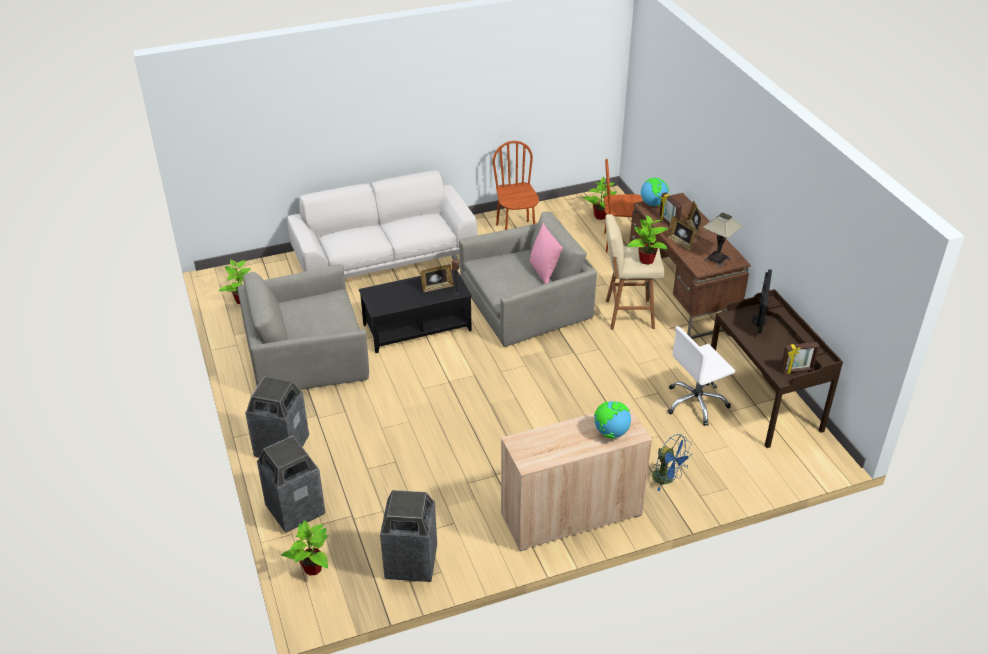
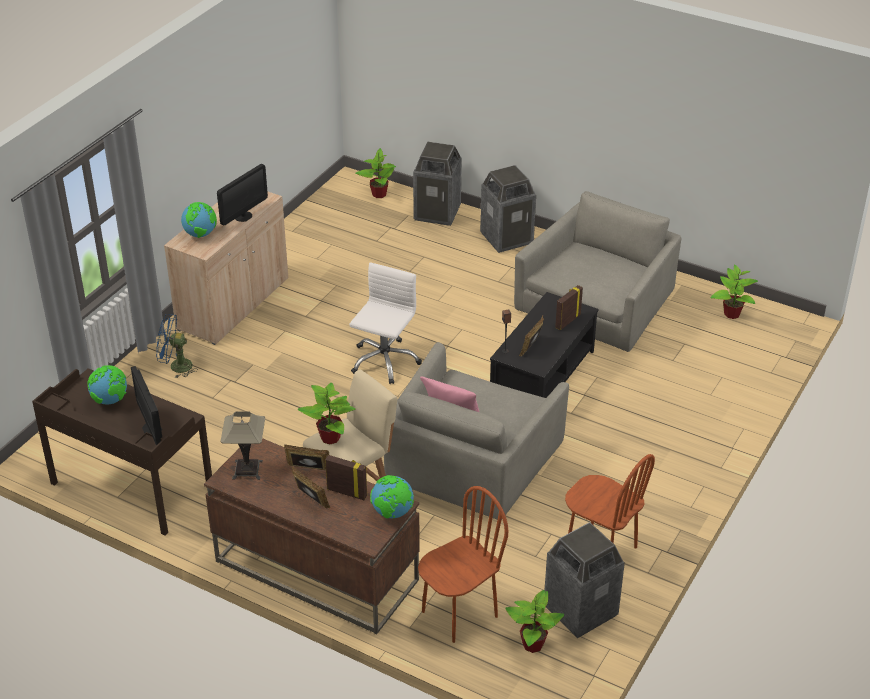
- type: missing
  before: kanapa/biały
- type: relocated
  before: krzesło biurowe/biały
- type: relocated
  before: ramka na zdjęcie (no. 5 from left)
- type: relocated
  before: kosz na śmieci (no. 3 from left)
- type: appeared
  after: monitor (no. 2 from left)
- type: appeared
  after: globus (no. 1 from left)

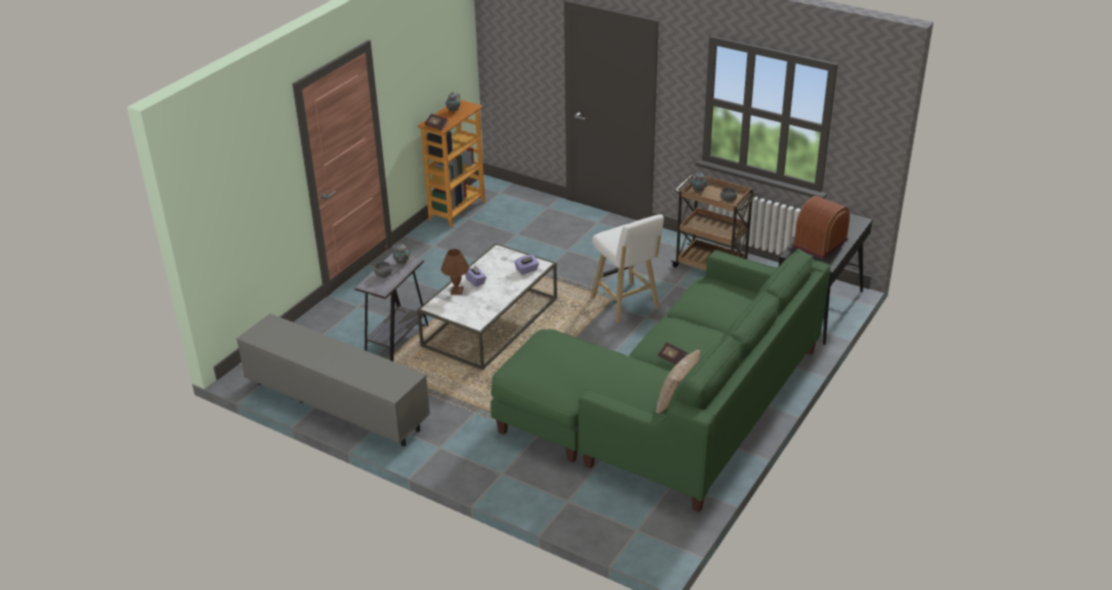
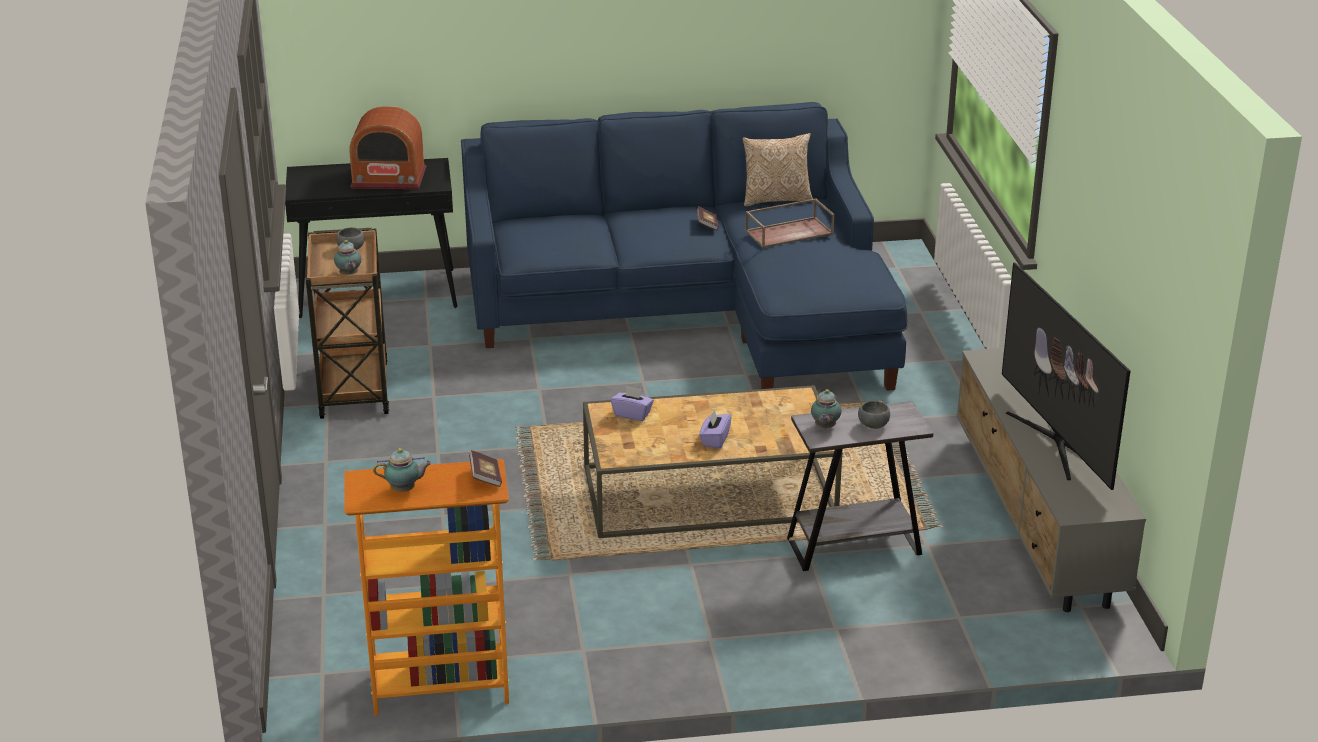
- type: missing
  before: stołek/biały
- type: colour
  before: ława/biały
  after: ława/brązowy
- type: missing
  before: lampa stołowa/brązowy
- type: colour
  before: kanapa/zielony
  after: kanapa/niebieski
- type: appeared
  after: taca/brązowy
- type: appeared
  after: telewizor

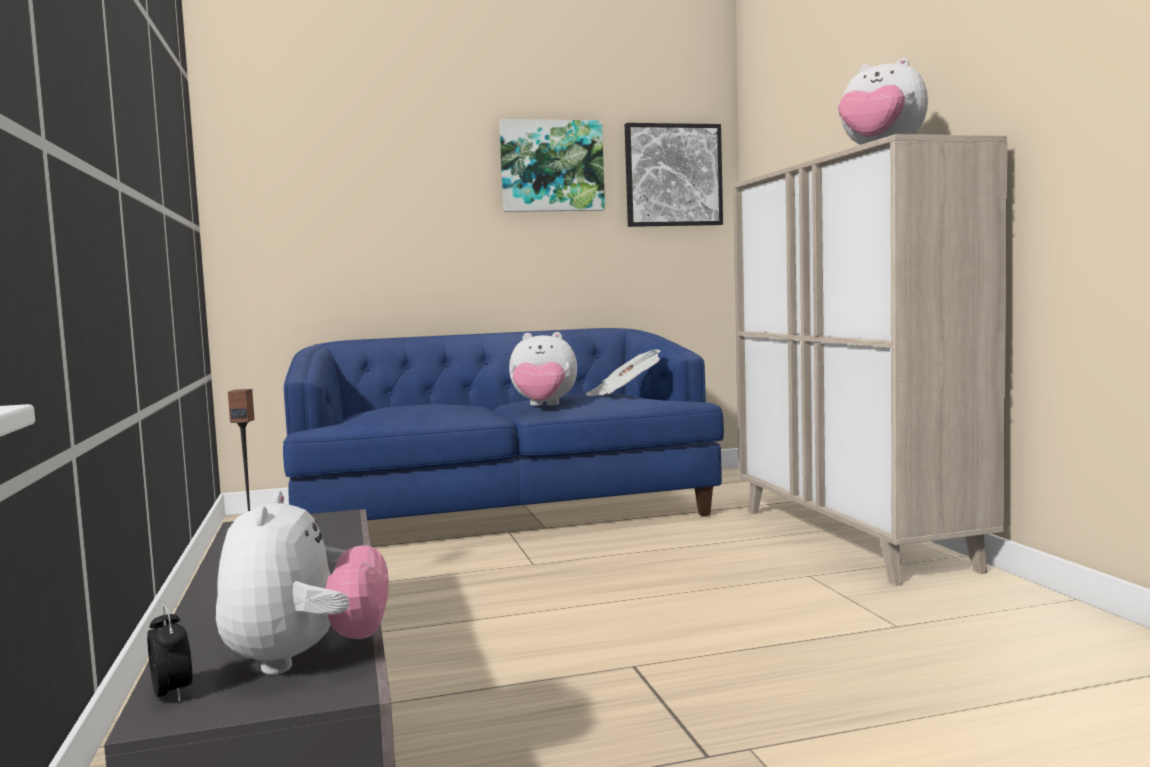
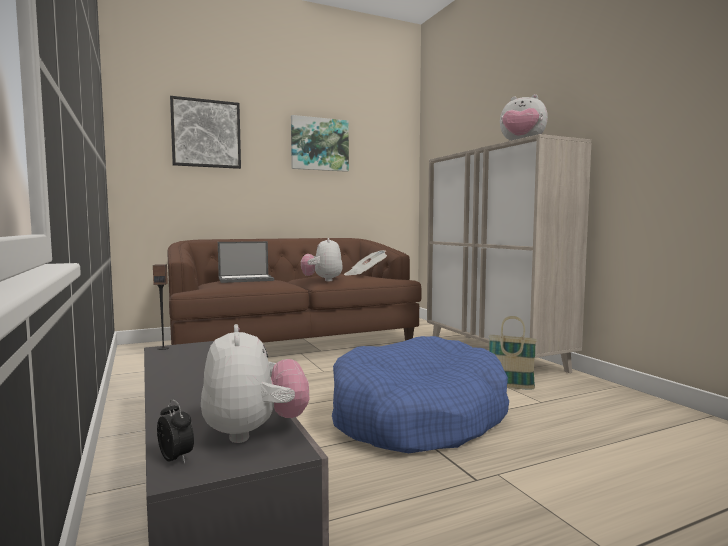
- type: relocated
  before: obraz (no. 2 from left in the first image)
  after: obraz (no. 1 from left)
- type: colour
  before: kanapa/niebieski
  after: kanapa/brązowy
- type: spun
  before: pluszak (no. 2 from left)
  turn: 90
- type: appeared
  after: laptop
- type: appeared
  after: koszyk
- type: appeared
  after: legowisko/niebieski

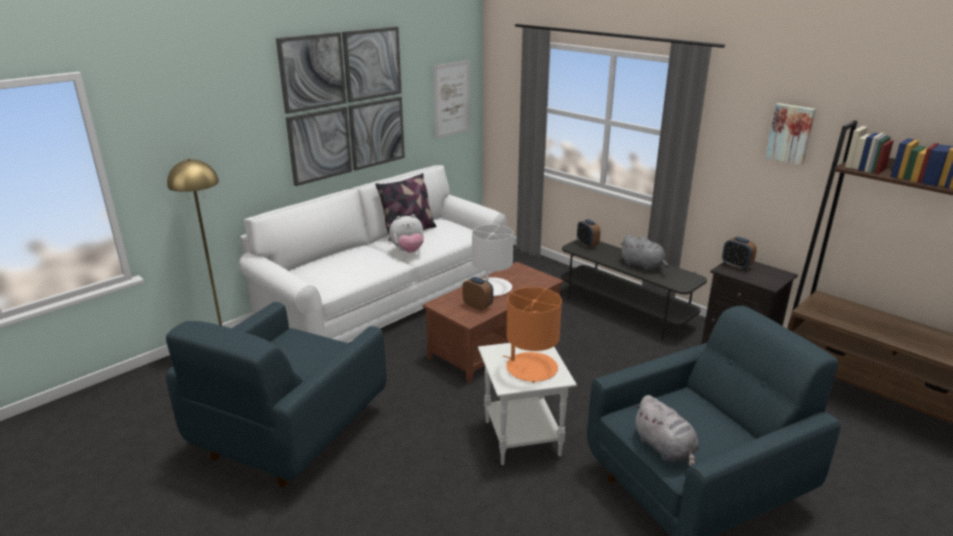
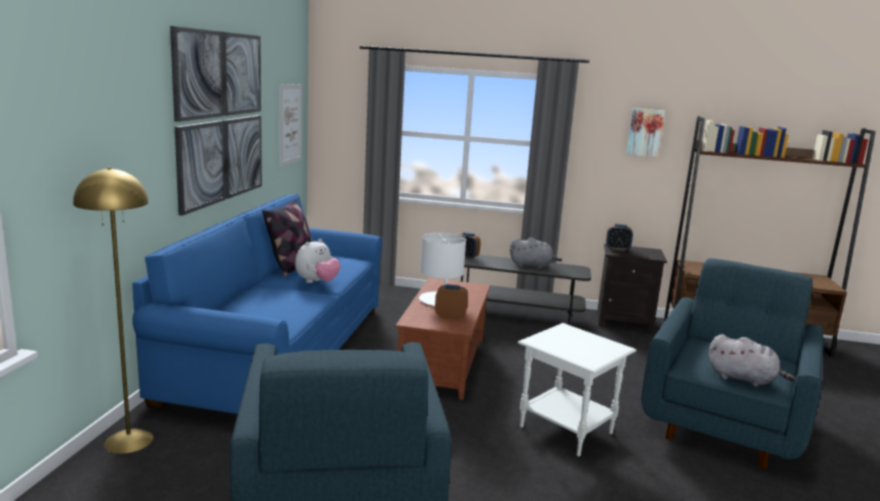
- type: colour
  before: kanapa/biały
  after: kanapa/niebieski
- type: missing
  before: lampa stołowa/pomarańczowy

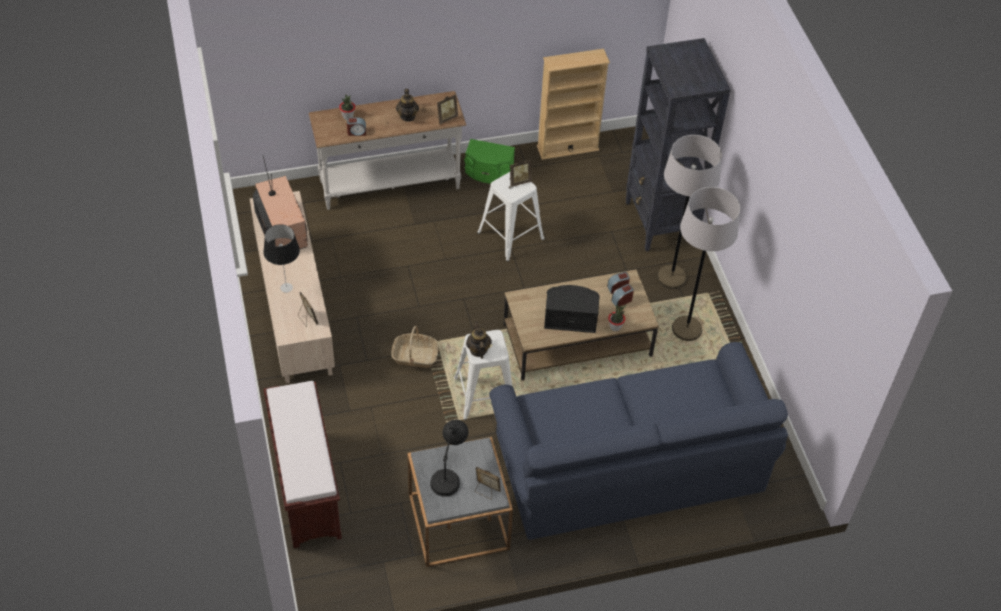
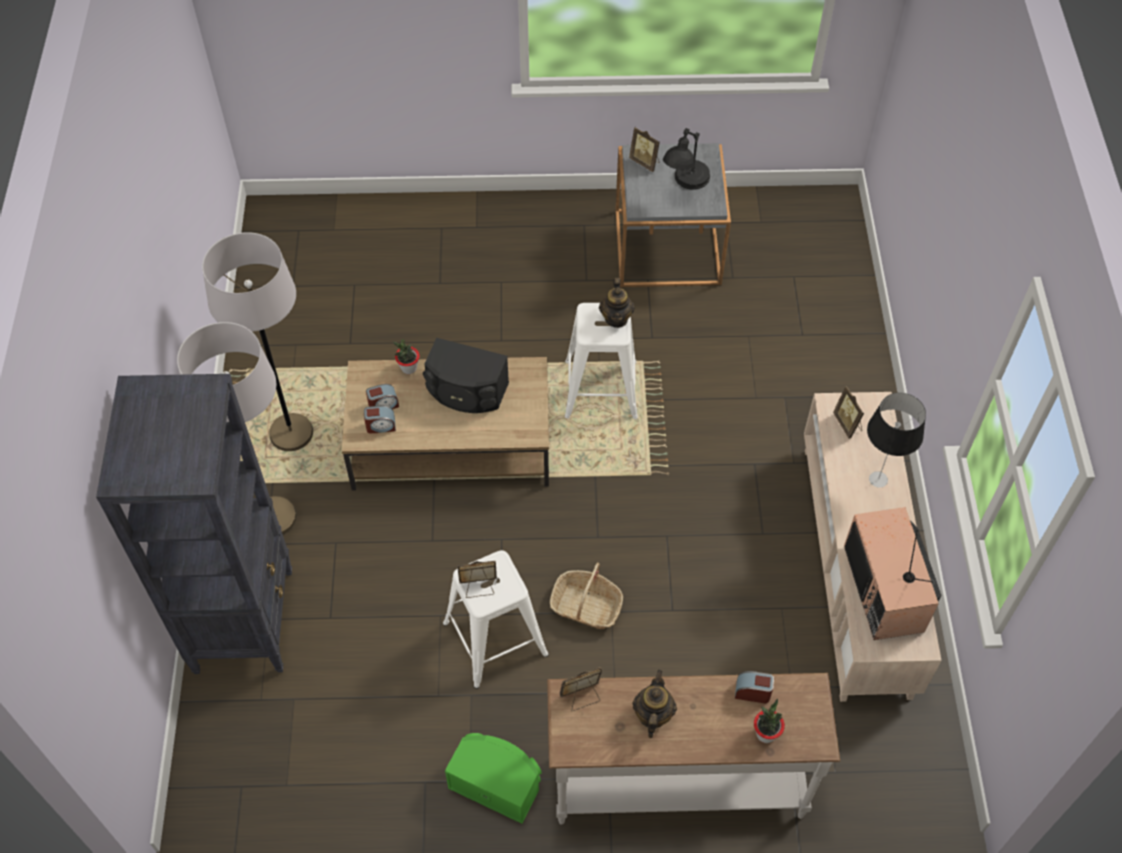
- type: missing
  before: regał/beżowy
- type: relocated
  before: koszyk
- type: missing
  before: kanapa/niebieski
- type: missing
  before: ławka/brązowy

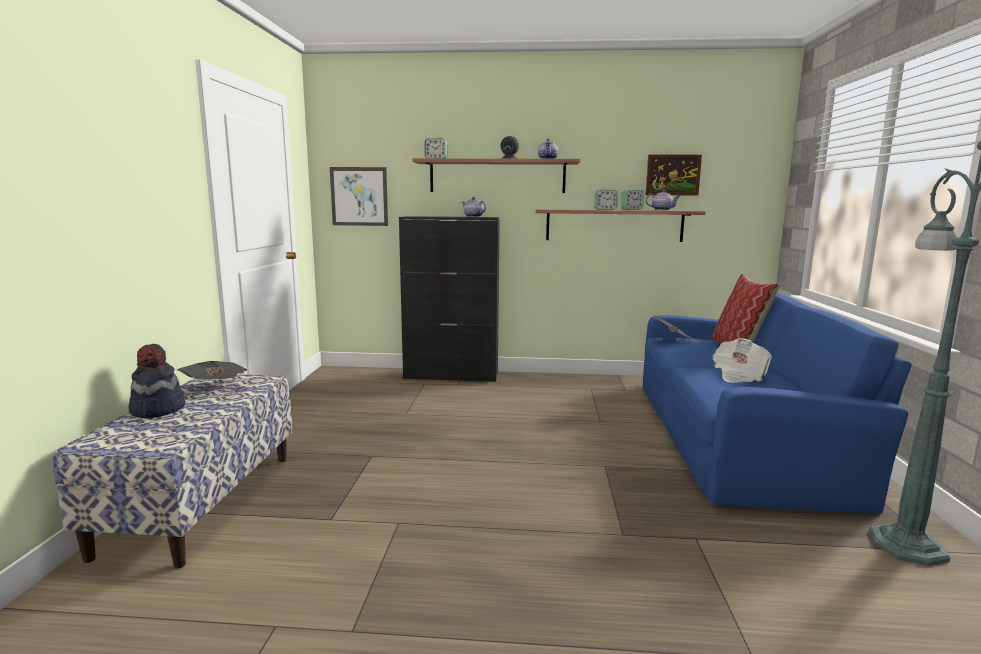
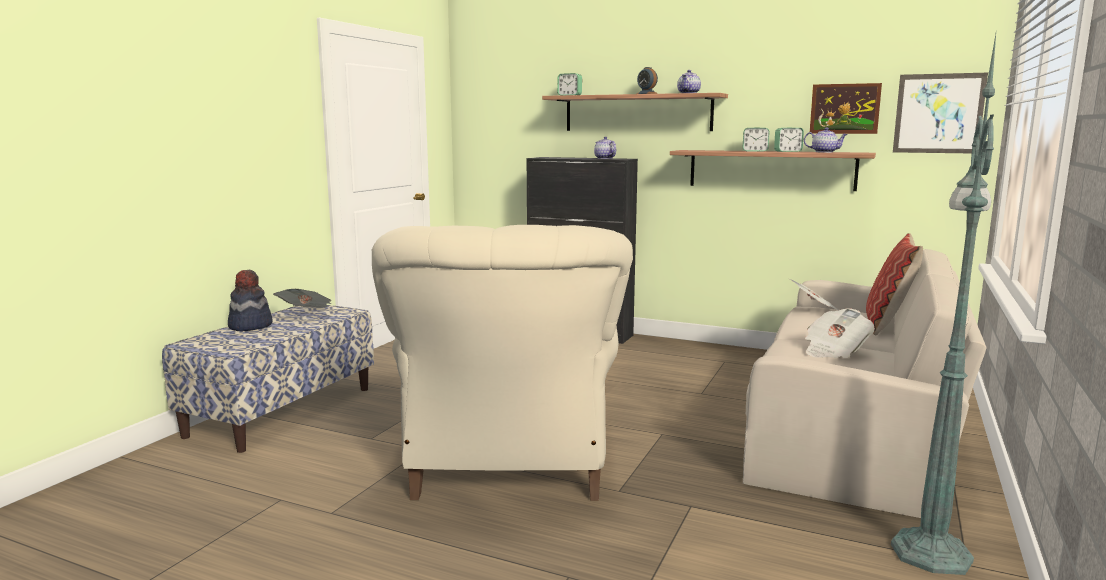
- type: relocated
  before: obraz (no. 1 from left in the first image)
  after: obraz (no. 2 from left)
- type: colour
  before: kanapa/niebieski
  after: kanapa/beżowy
- type: appeared
  after: fotel/beżowy

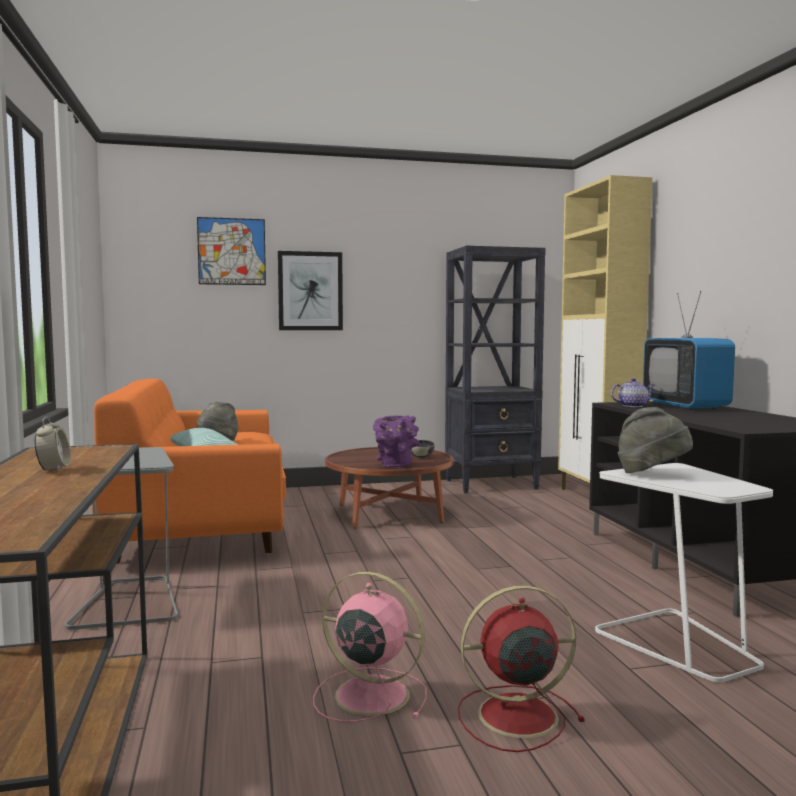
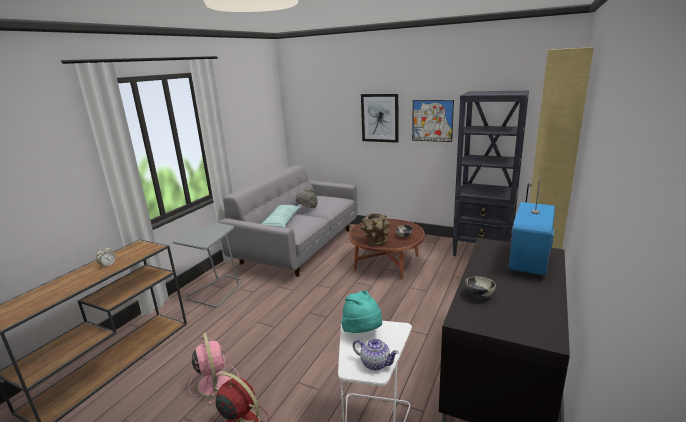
- type: relocated
  before: obraz (no. 1 from left in the first image)
  after: obraz (no. 2 from left)
- type: colour
  before: kanapa/pomarańczowy
  after: kanapa/szary
- type: relocated
  before: imbryk
- type: colour
  before: kapelusz/szary (no. 2 from left)
  after: kapelusz/turkusowy
- type: colour
  before: wazon/fioletowy
  after: wazon/brązowy
- type: appeared
  after: miska (no. 2 from left)

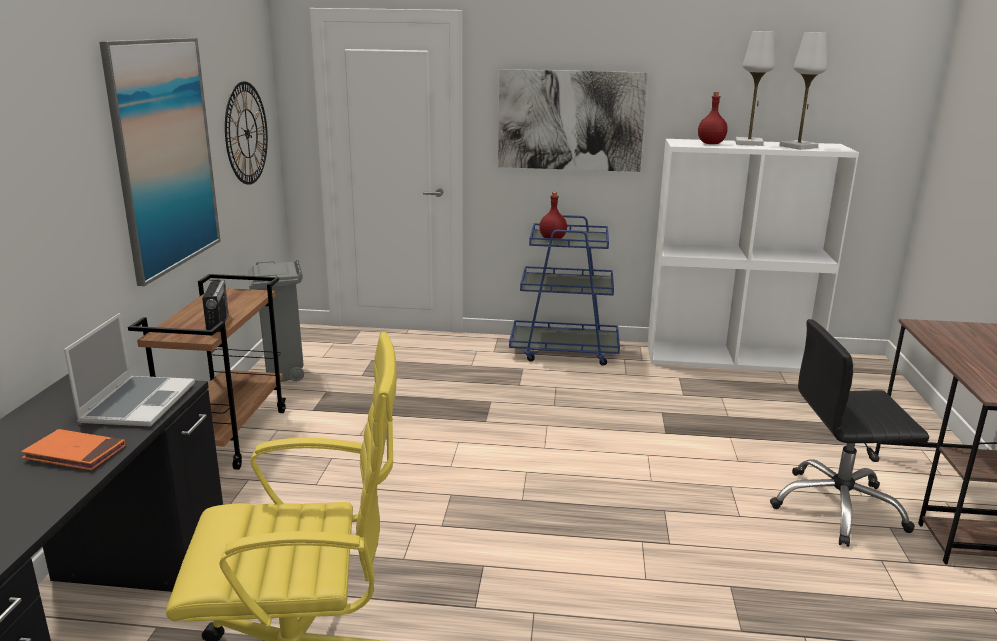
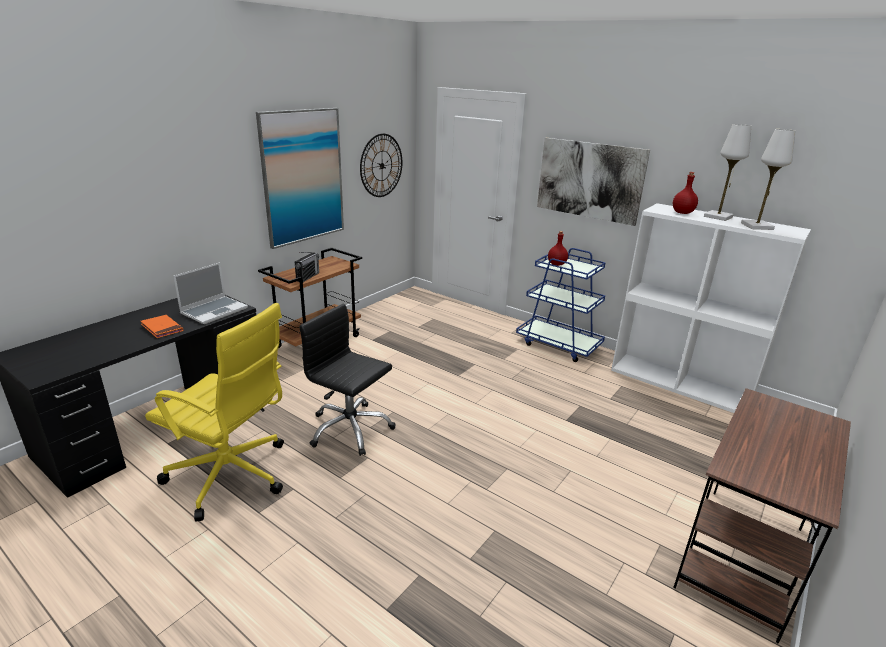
- type: missing
  before: kosz na śmieci/szary
- type: relocated
  before: krzesło biurowe/czarny

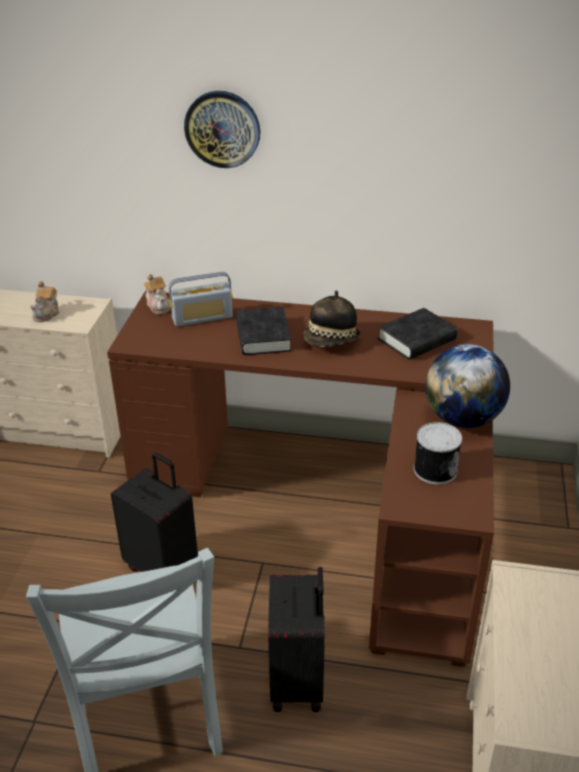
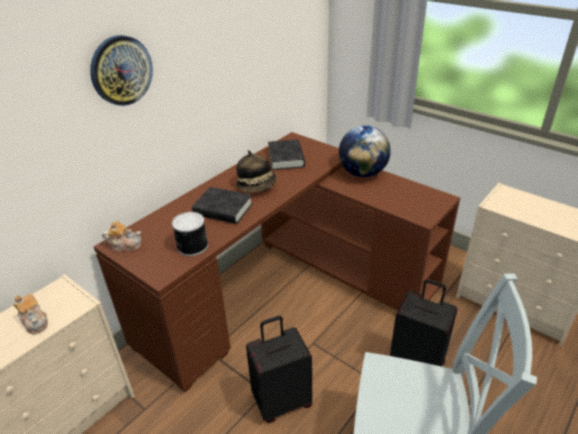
- type: missing
  before: radio
- type: relocated
  before: puszka

